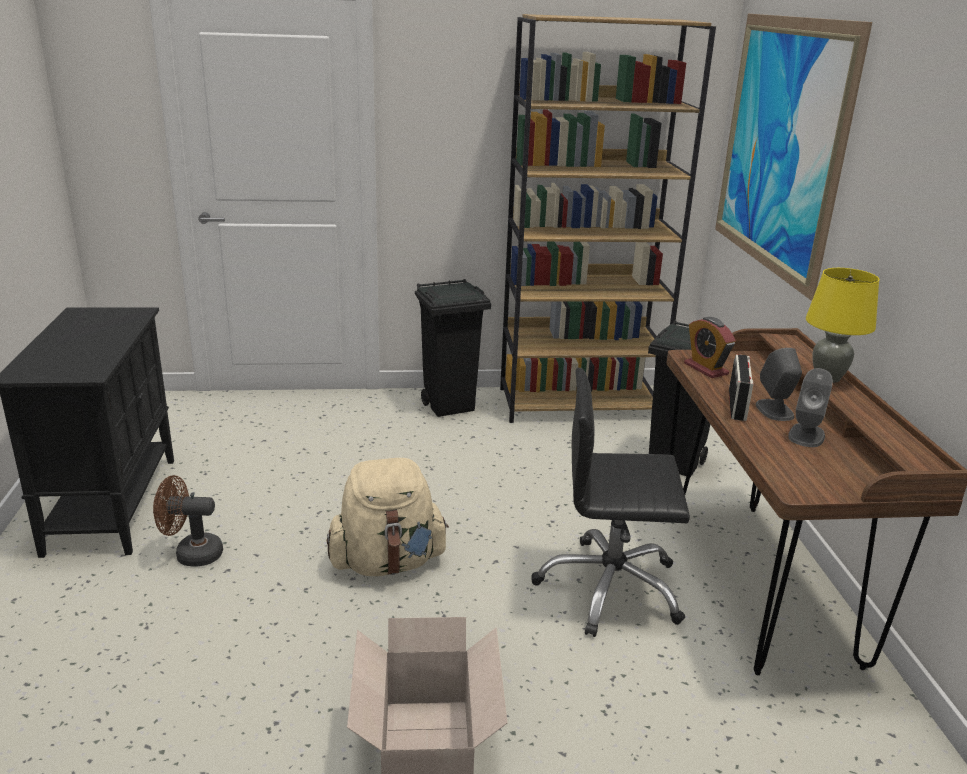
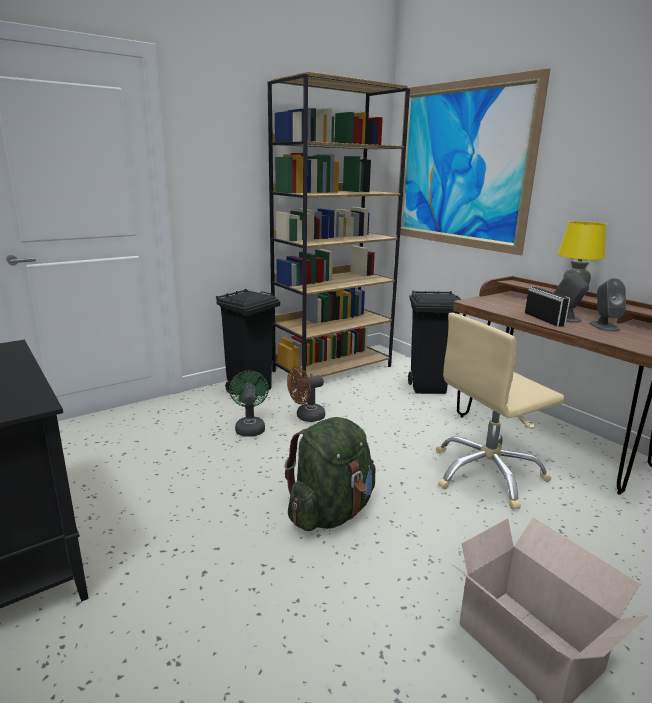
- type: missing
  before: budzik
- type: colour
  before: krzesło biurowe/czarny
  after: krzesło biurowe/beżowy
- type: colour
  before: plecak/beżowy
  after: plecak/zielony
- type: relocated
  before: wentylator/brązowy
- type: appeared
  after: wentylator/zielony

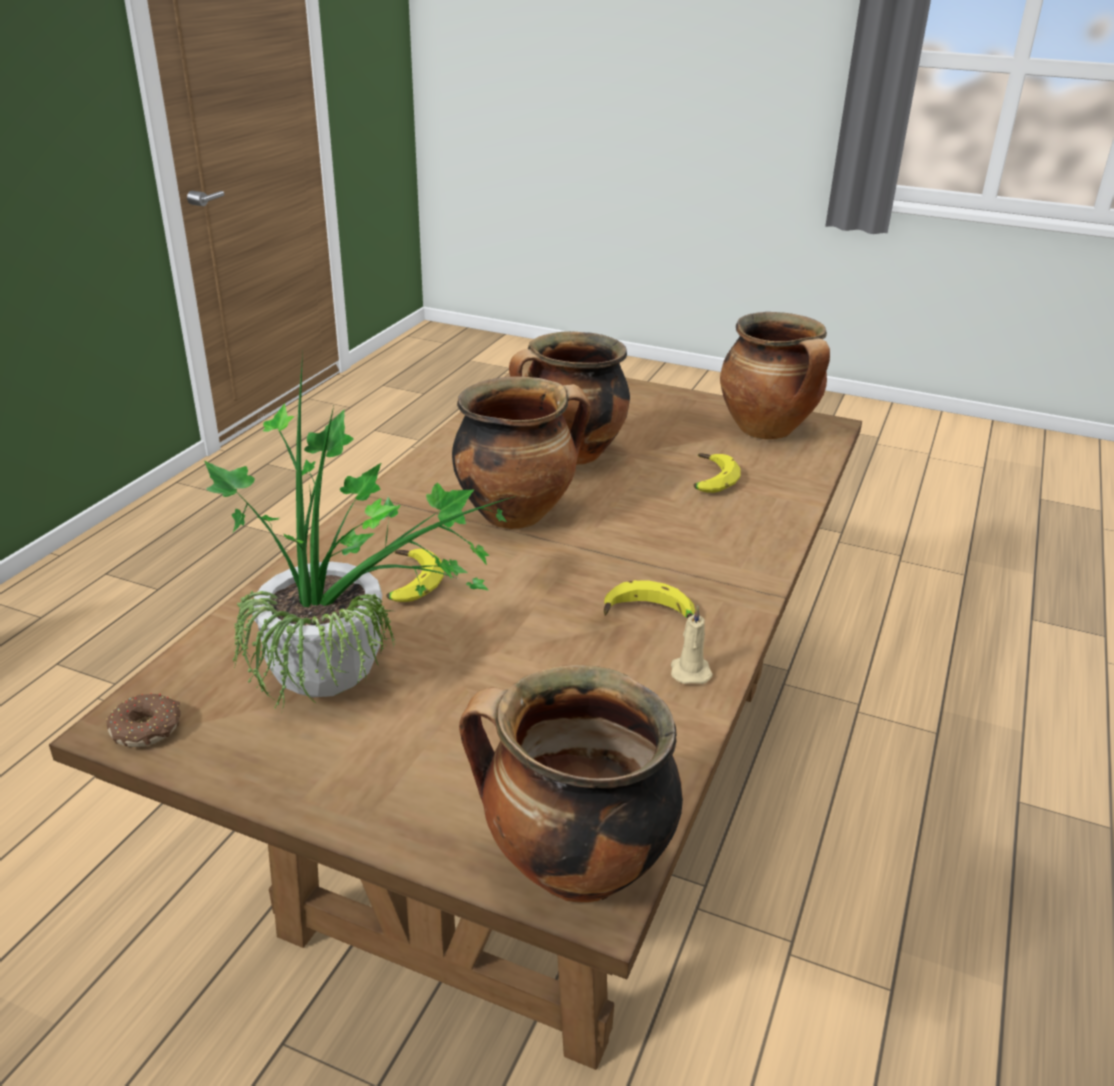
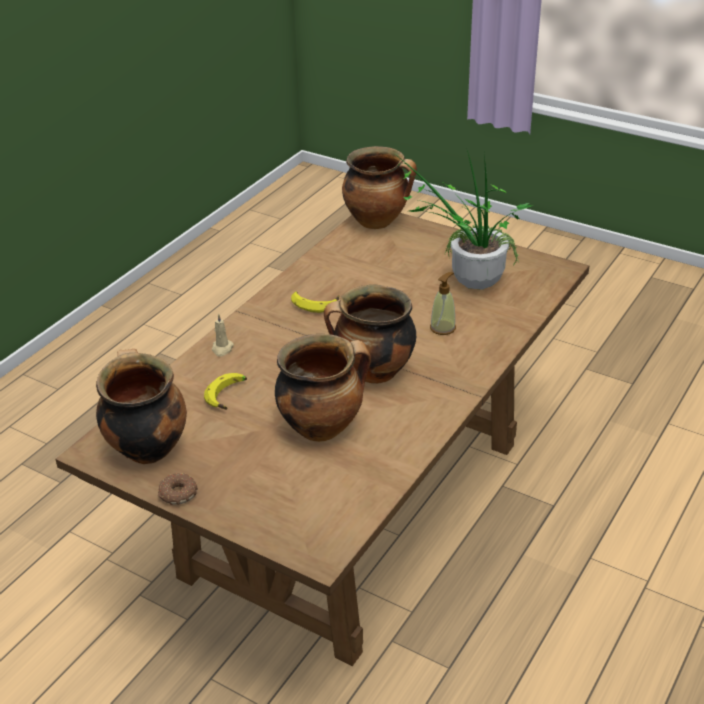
- type: exchanged
  before: banan (no. 1 from left)
  after: dozownik mydła
- type: relocated
  before: świeca/beżowy
- type: relocated
  before: donut

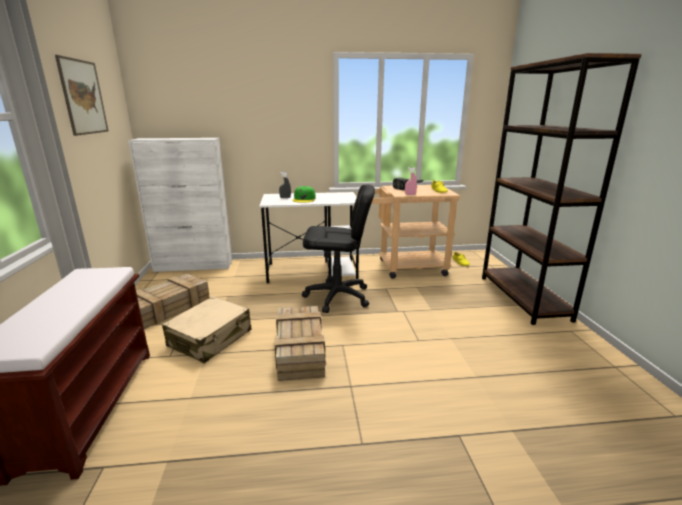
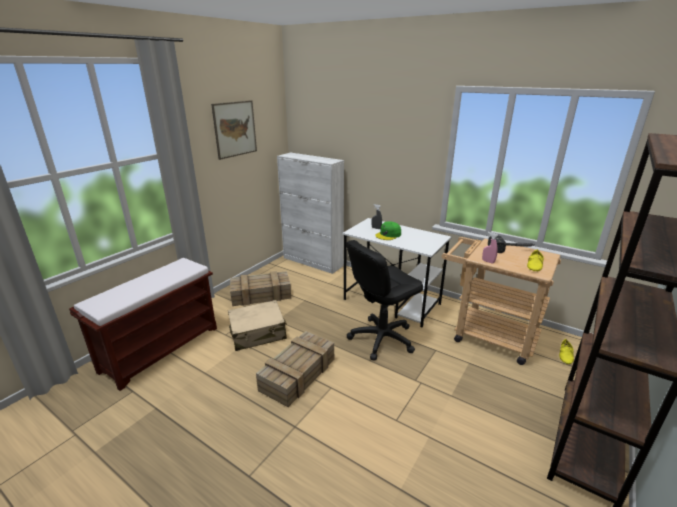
- type: spun
  before: krzesło biurowe/czarny
  turn: 105

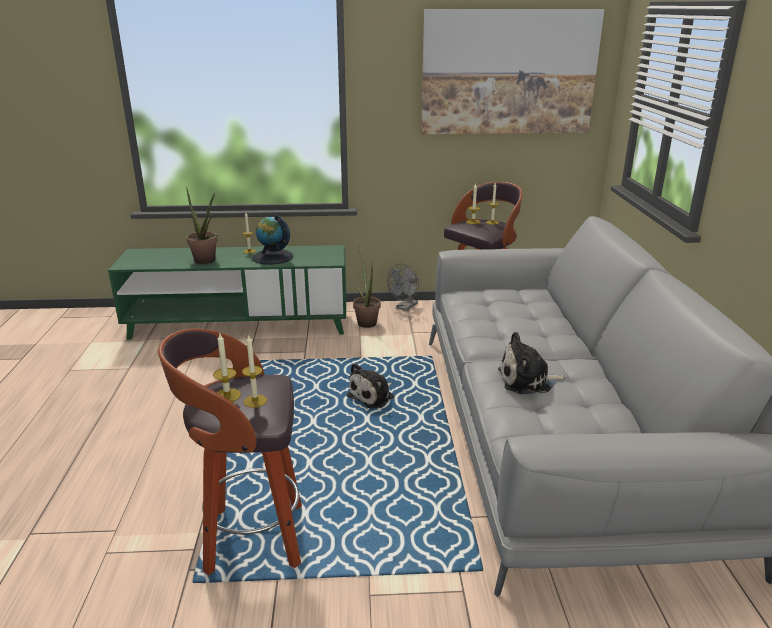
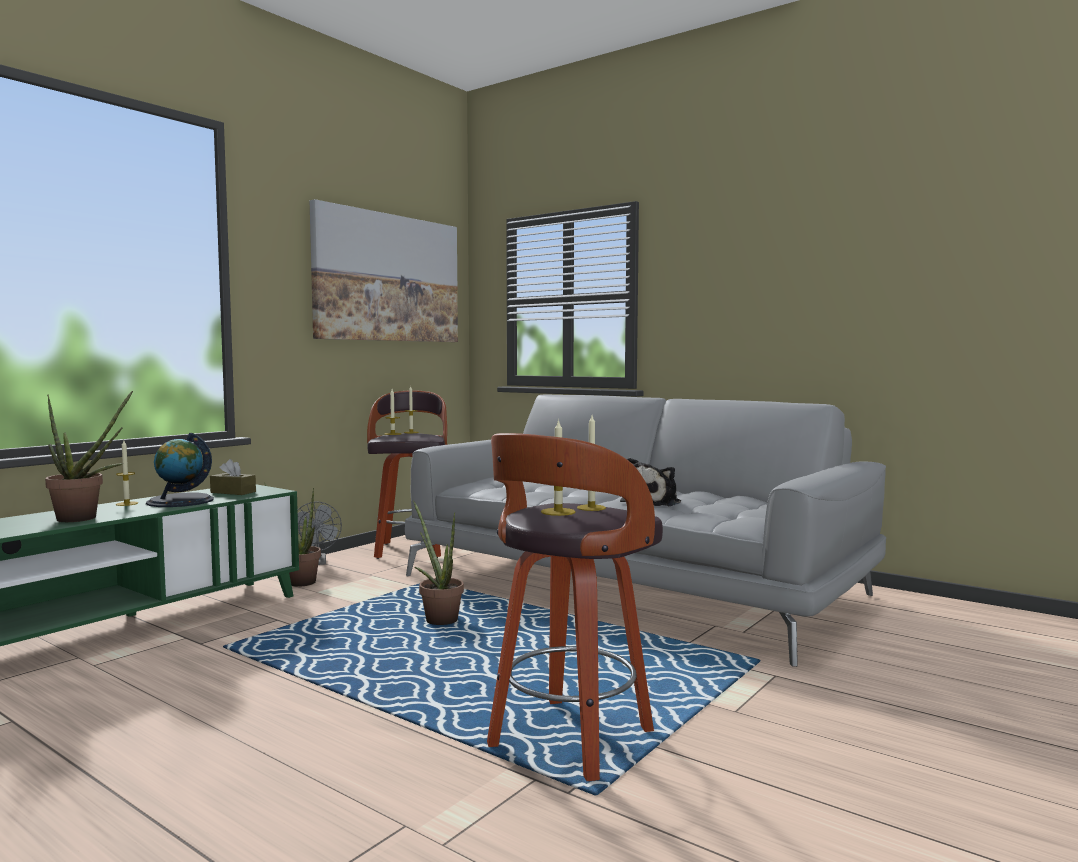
- type: exchanged
  before: pluszak (no. 1 from left)
  after: roślina doniczkowa (no. 3 from left)
- type: appeared
  after: pudełko chusteczek/brązowy

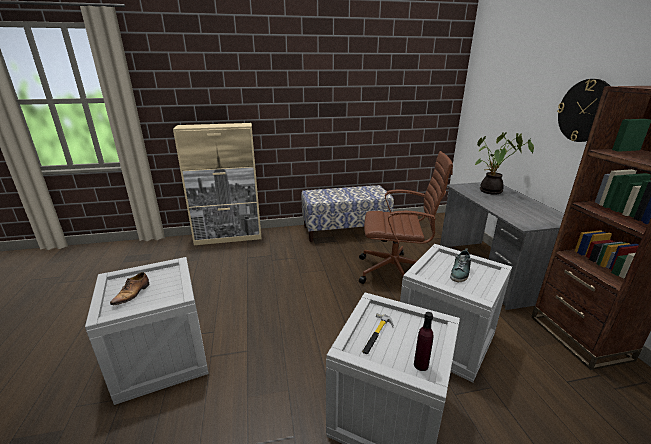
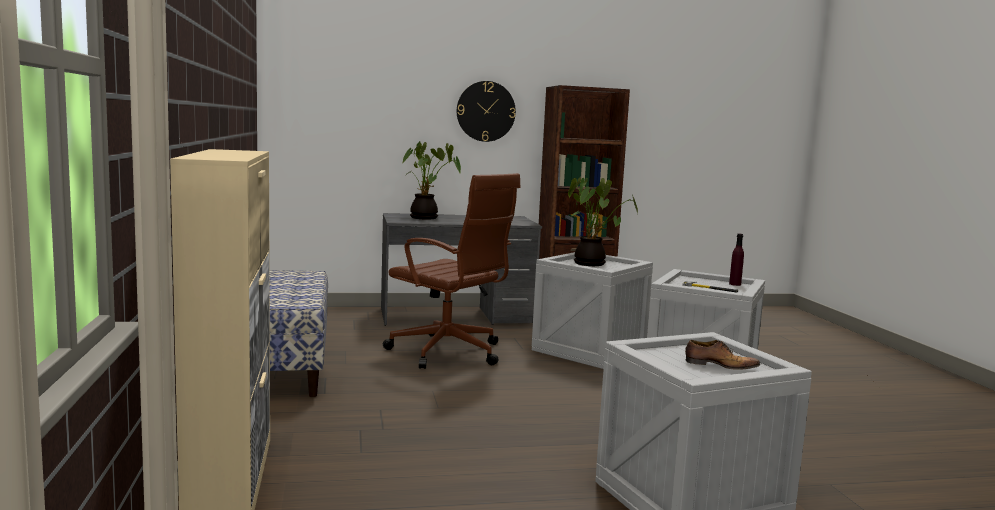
- type: spun
  before: krzesło biurowe/brązowy
  turn: 120
- type: exchanged
  before: but (no. 2 from left)
  after: roślina doniczkowa (no. 2 from left)

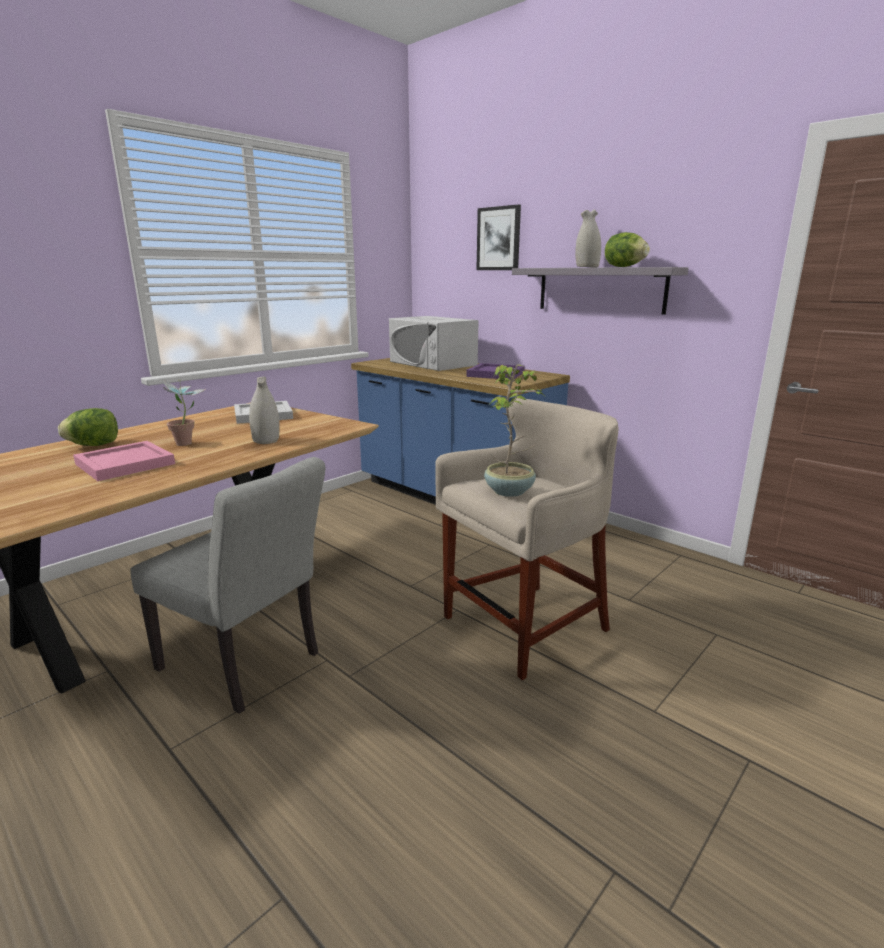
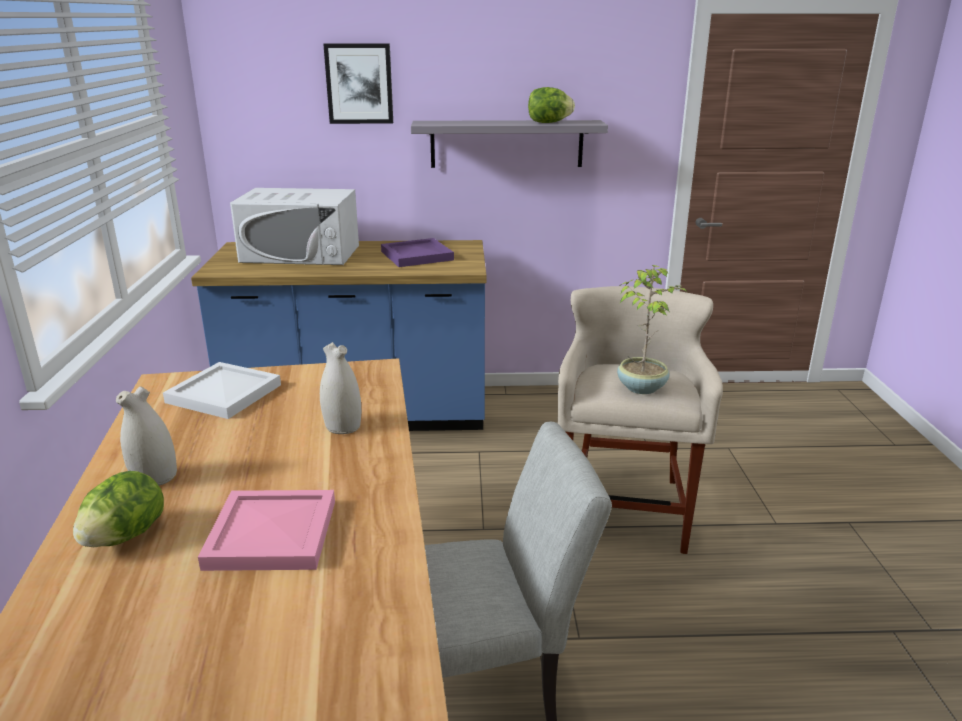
- type: relocated
  before: wazon/biały (no. 2 from left in the first image)
  after: wazon/biały (no. 1 from left)
- type: missing
  before: roślina doniczkowa (no. 1 from left)

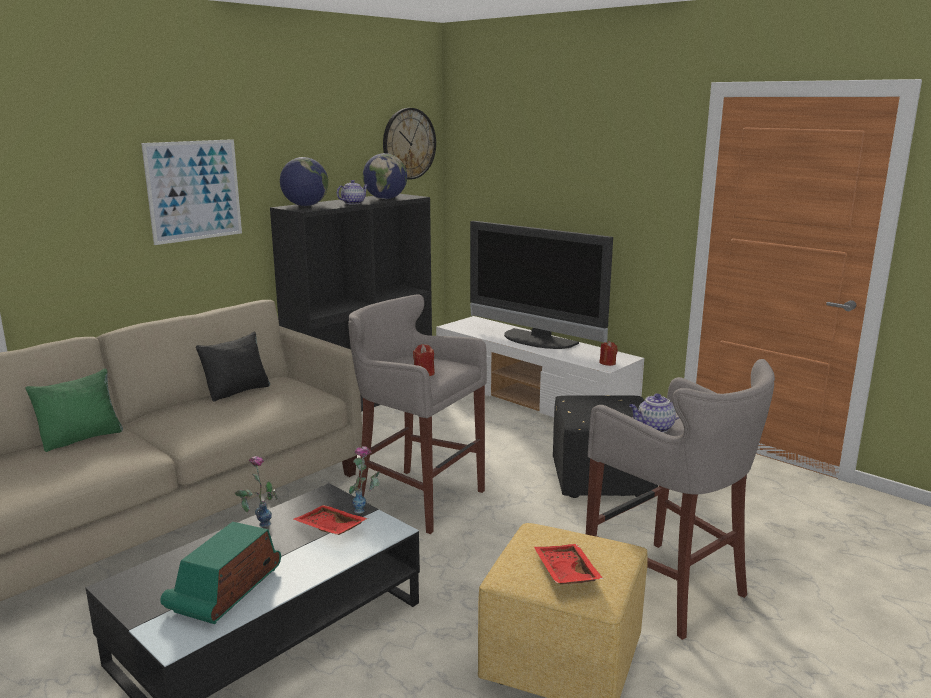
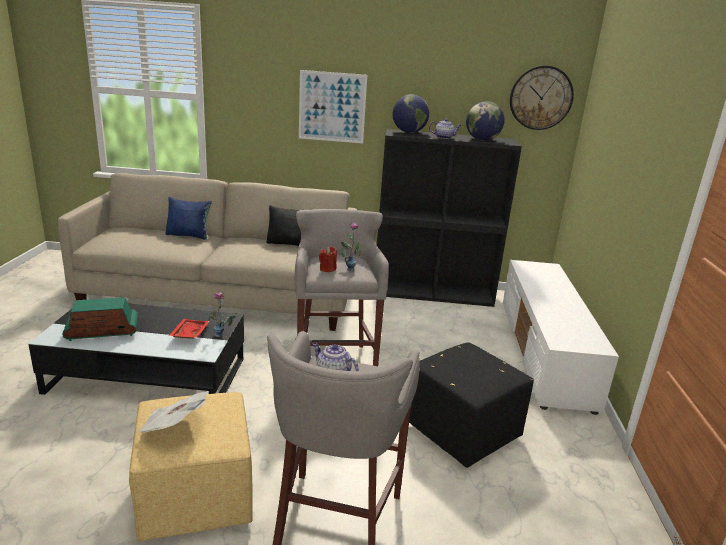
- type: missing
  before: telewizor
- type: missing
  before: świeca/czerwony (no. 2 from left)
- type: colour
  before: poduszka/zielony
  after: poduszka/niebieski
- type: relocated
  before: wazon (no. 1 from left in the first image)
  after: wazon (no. 2 from left)
- type: exchanged
  before: taca/czerwony (no. 2 from left)
  after: gazeta

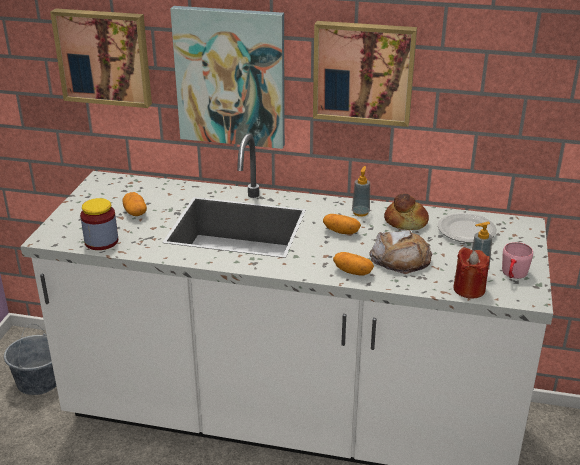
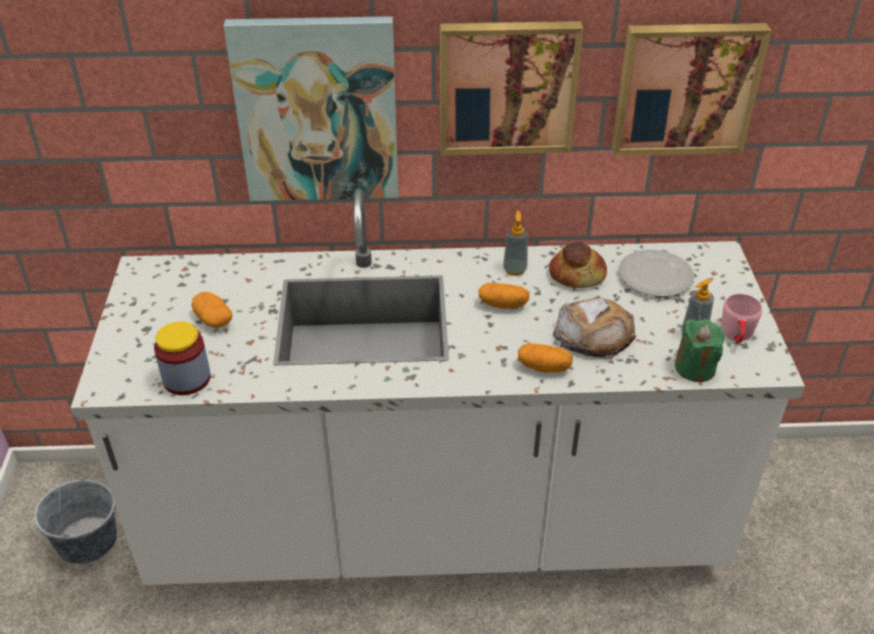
- type: relocated
  before: obraz (no. 1 from left in the first image)
  after: obraz (no. 3 from left)
- type: colour
  before: świeca/czerwony
  after: świeca/zielony

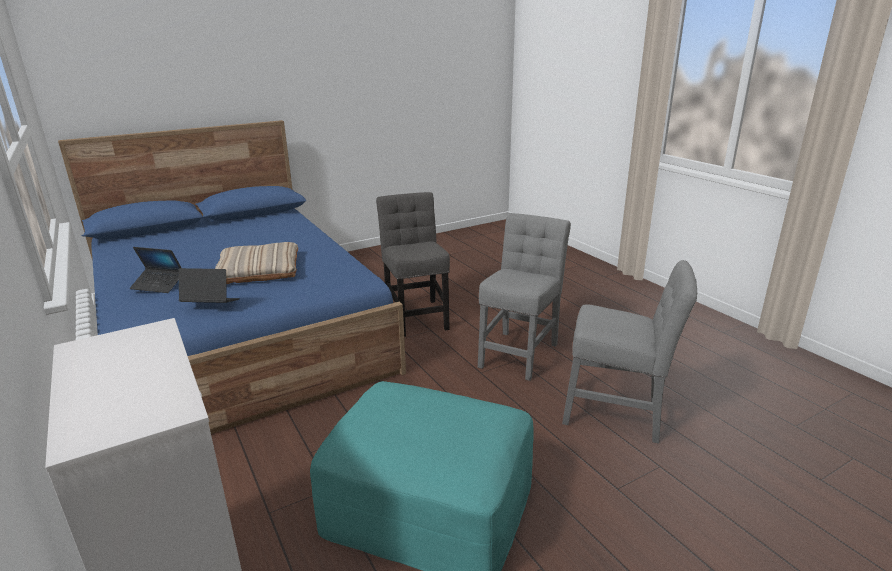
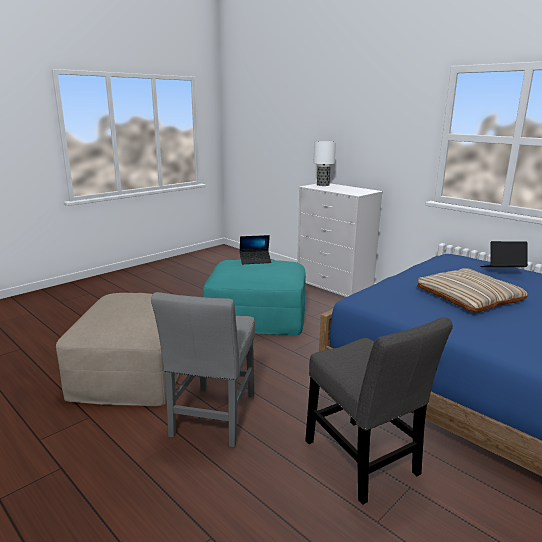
- type: exchanged
  before: krzesło/szary (no. 3 from left)
  after: pufa/beżowy
- type: relocated
  before: laptop (no. 2 from left in the first image)
  after: laptop (no. 1 from left)
- type: appeared
  after: lampa stołowa

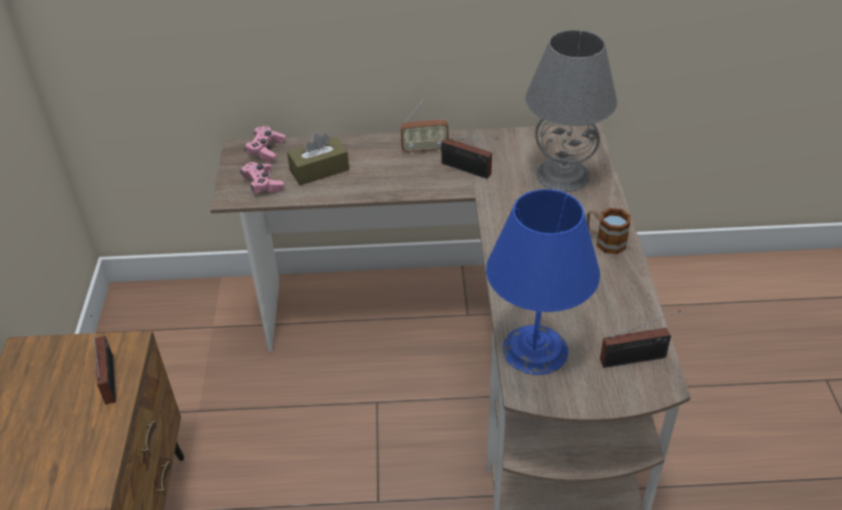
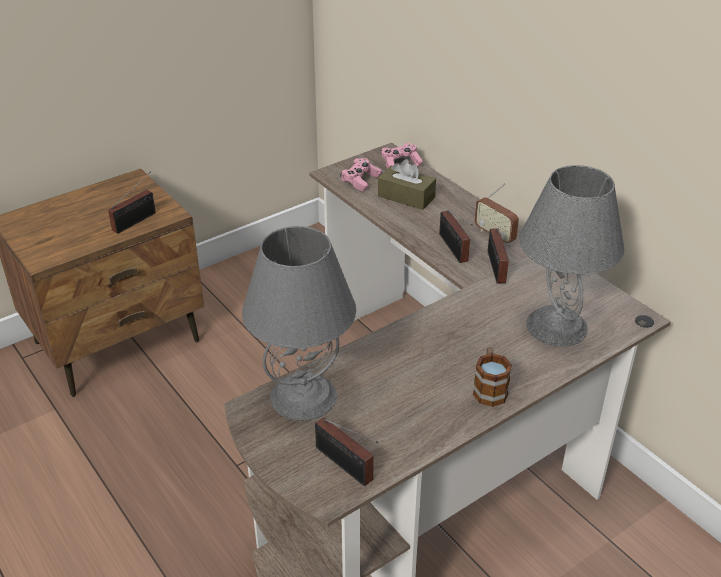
- type: colour
  before: lampa stołowa/niebieski
  after: lampa stołowa/szary (no. 1 from left)
- type: appeared
  after: radio (no. 3 from left)

